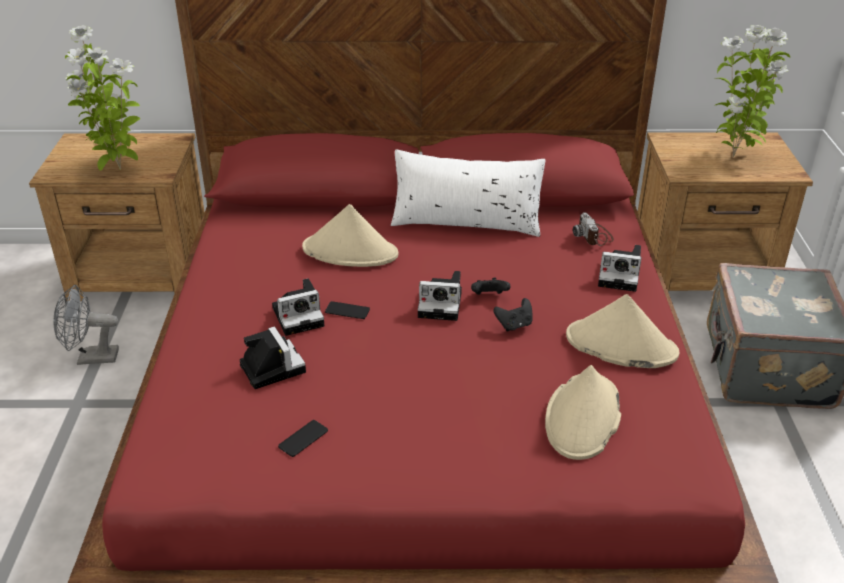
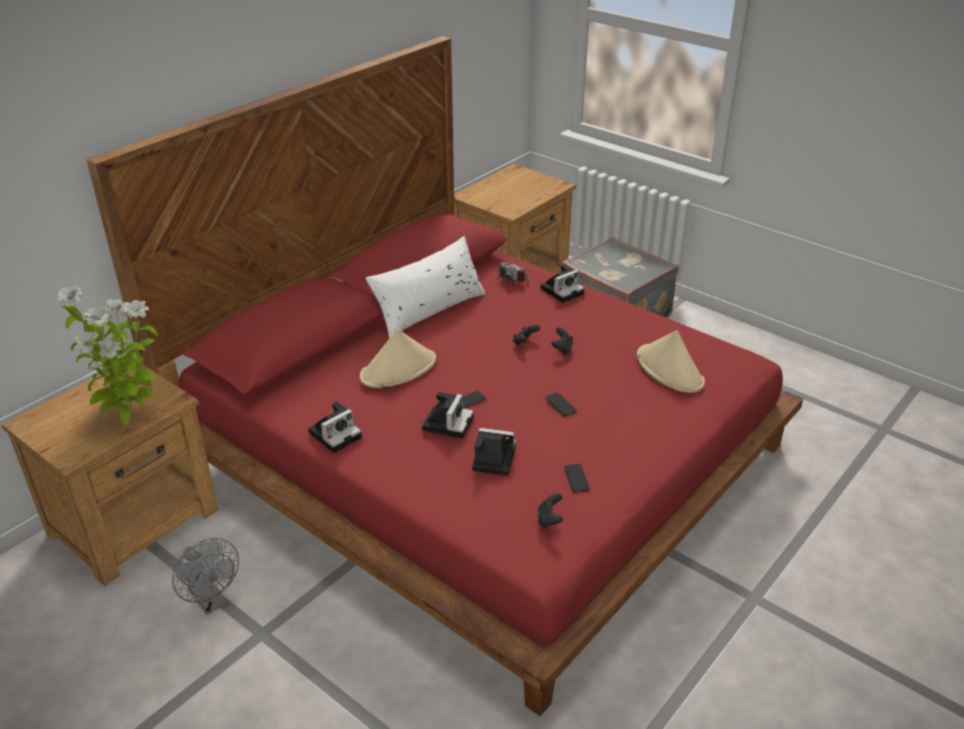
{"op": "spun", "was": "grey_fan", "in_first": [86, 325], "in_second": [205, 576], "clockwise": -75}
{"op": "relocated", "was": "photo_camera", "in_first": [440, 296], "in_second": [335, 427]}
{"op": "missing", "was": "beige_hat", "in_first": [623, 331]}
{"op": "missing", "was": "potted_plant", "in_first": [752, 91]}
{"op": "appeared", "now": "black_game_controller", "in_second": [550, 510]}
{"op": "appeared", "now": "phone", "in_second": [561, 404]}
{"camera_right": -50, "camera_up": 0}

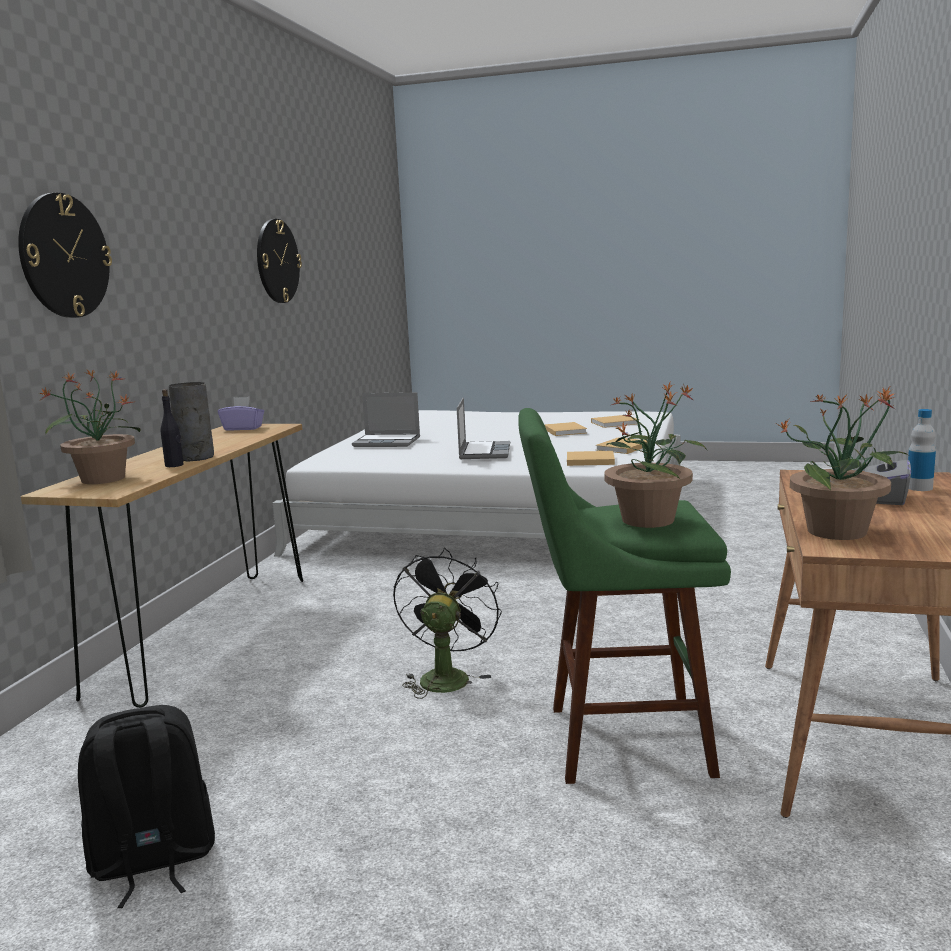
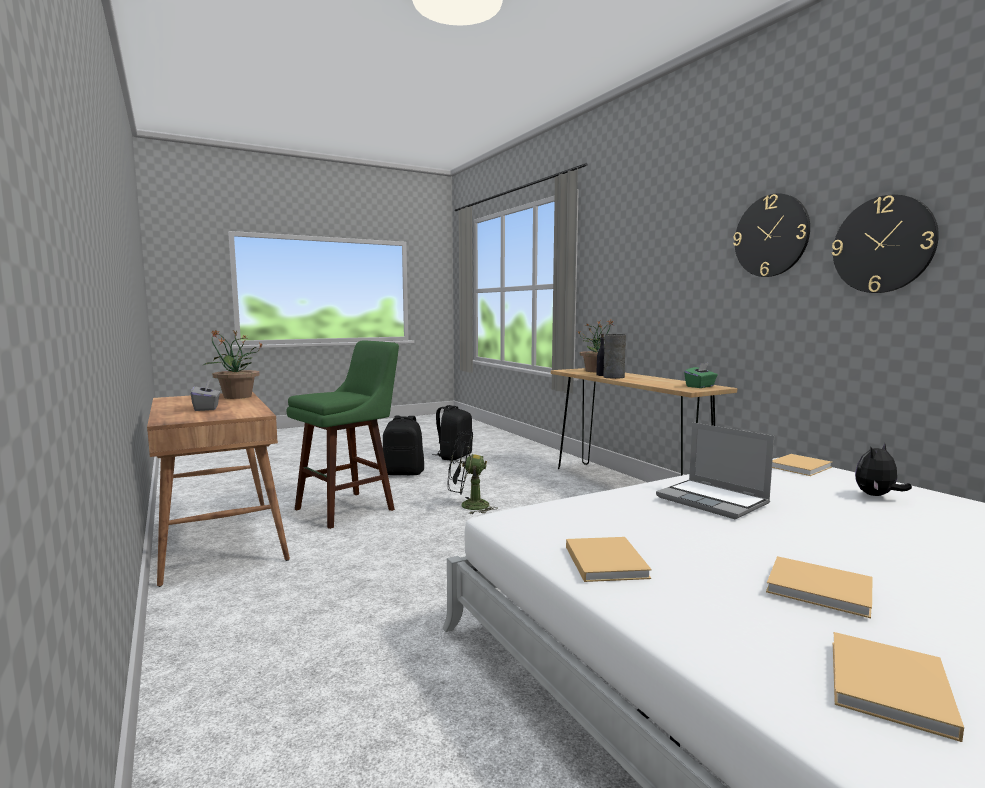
{"op": "relocated", "was": "wall_clock", "in_first": [65, 255], "in_second": [771, 235]}
{"op": "colour", "was": "purple_tissue_box", "now": "green_tissue_box", "in_first": [241, 414], "in_second": [701, 375]}
{"op": "exchanged", "was": "laptop", "now": "plush_toy", "in_first": [386, 419], "in_second": [883, 469]}
{"op": "spun", "was": "black_fan", "in_first": [447, 623], "in_second": [472, 472], "clockwise": 120}
{"op": "relocated", "was": "beige_book", "in_first": [591, 458], "in_second": [802, 465]}
{"op": "missing", "was": "potted_plant", "in_first": [655, 455]}
{"op": "missing", "was": "bottle", "in_first": [922, 450]}
{"op": "appeared", "now": "black_backpack", "in_second": [403, 445]}
{"camera_right": 135, "camera_up": -5}

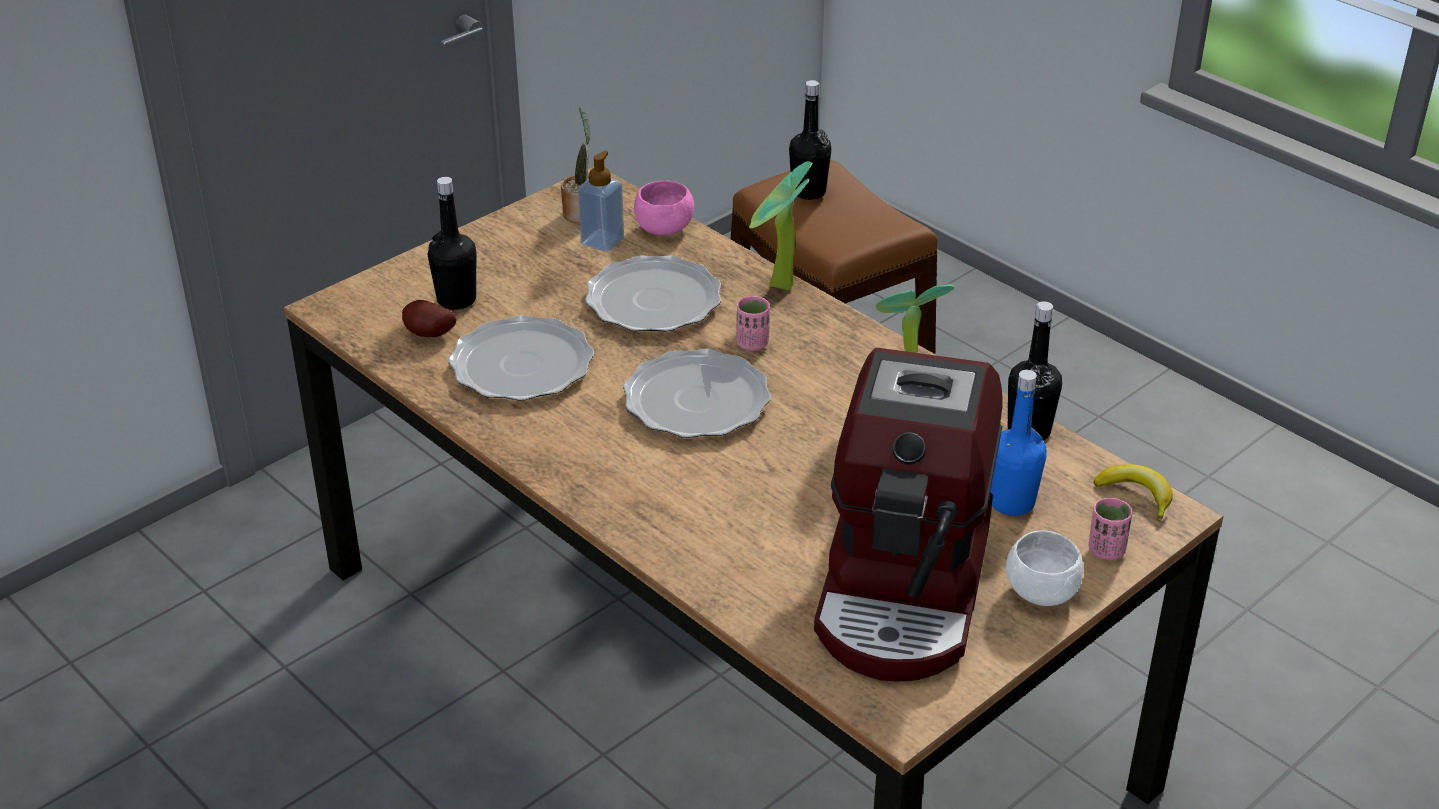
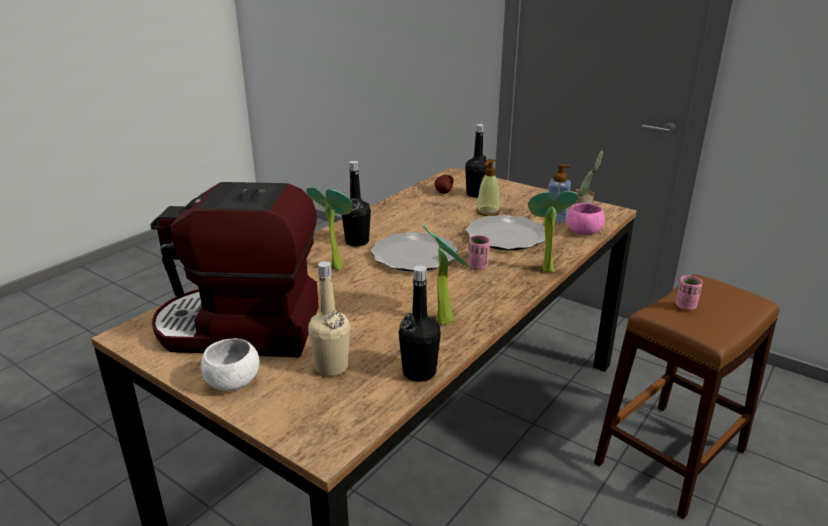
{"op": "missing", "was": "plate", "in_first": [521, 358]}
{"op": "relocated", "was": "black_bottle", "in_first": [810, 140], "in_second": [356, 203]}
{"op": "colour", "was": "blue_bottle", "now": "beige_bottle", "in_first": [1018, 443], "in_second": [329, 318]}
{"op": "relocated", "was": "pink_cup", "in_first": [1111, 529], "in_second": [689, 292]}
{"op": "missing", "was": "banana", "in_first": [1133, 493]}
{"op": "appeared", "now": "potted_plant", "in_second": [329, 228]}
{"op": "appeared", "now": "soap_dispenser", "in_second": [488, 187]}
{"camera_right": 80, "camera_up": -10}

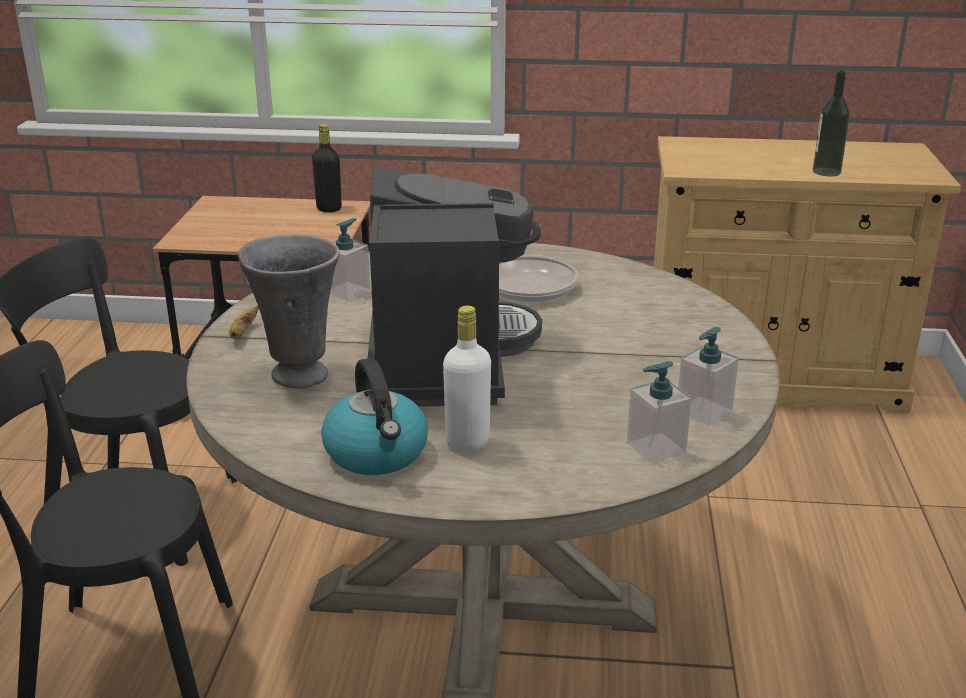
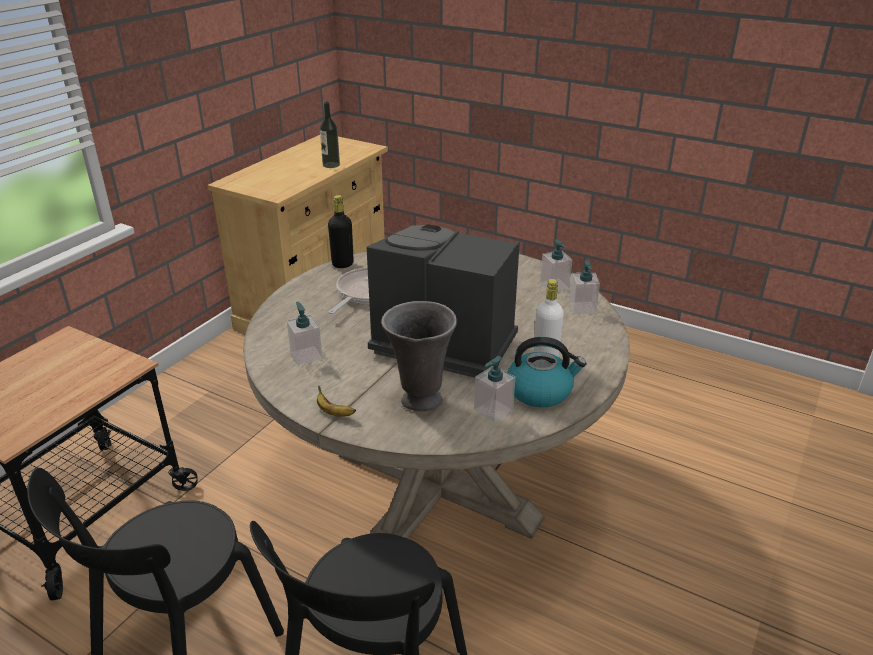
{"op": "relocated", "was": "black_bottle", "in_first": [327, 168], "in_second": [341, 231]}
{"op": "appeared", "now": "soap_dispenser", "in_second": [494, 389]}
{"camera_right": -65, "camera_up": 5}

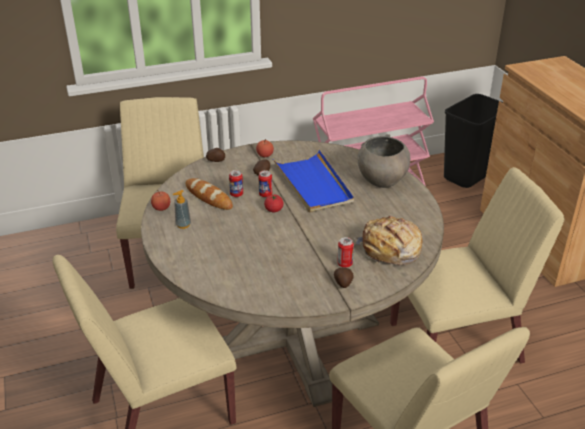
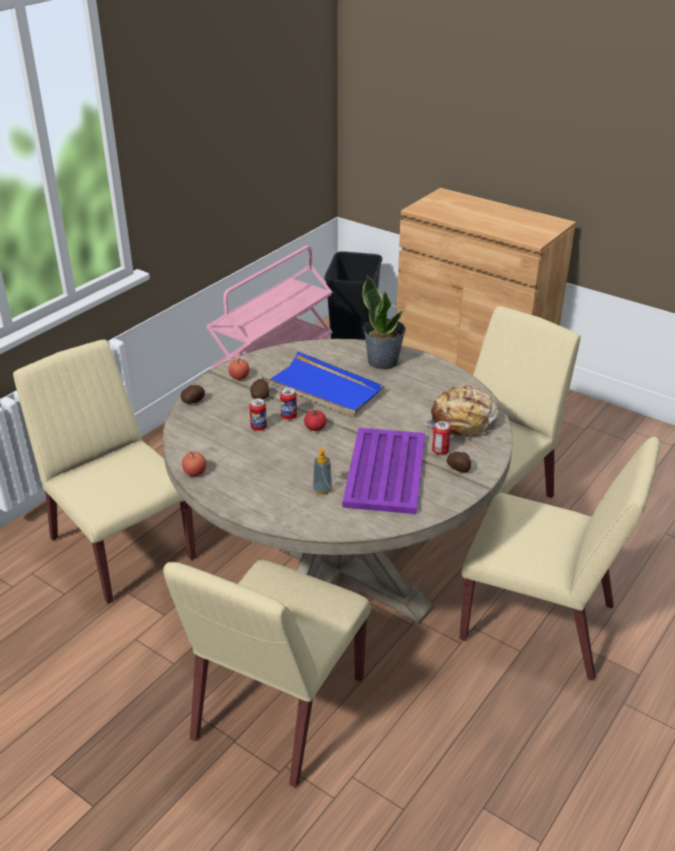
{"op": "relocated", "was": "soap_dispenser", "in_first": [181, 209], "in_second": [322, 471]}
{"op": "missing", "was": "bread", "in_first": [209, 194]}
{"op": "exchanged", "was": "grey_bowl", "now": "potted_plant", "in_first": [383, 161], "in_second": [384, 323]}
{"op": "appeared", "now": "purple_tray", "in_second": [384, 471]}
{"camera_right": -35, "camera_up": 0}

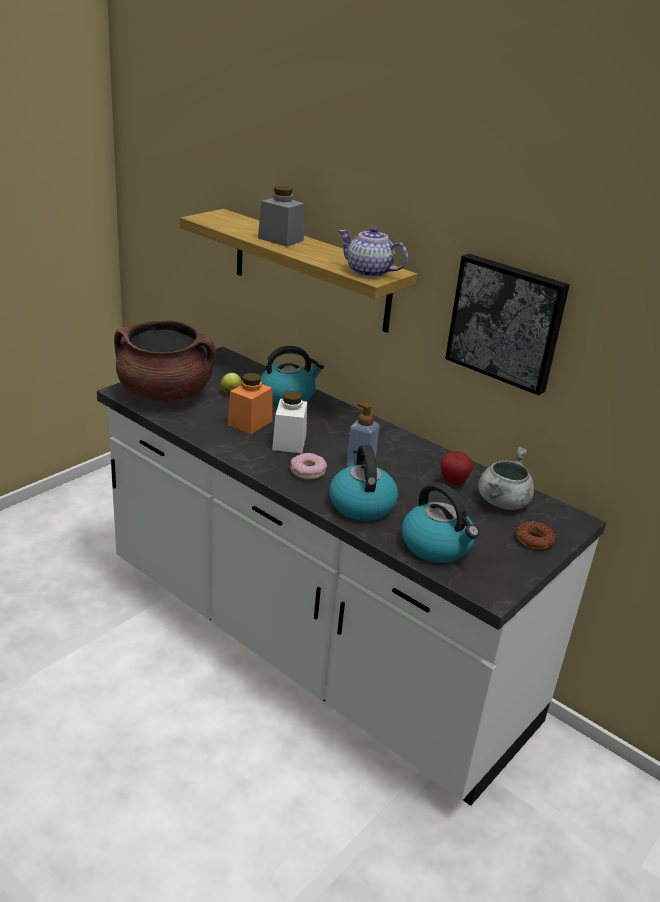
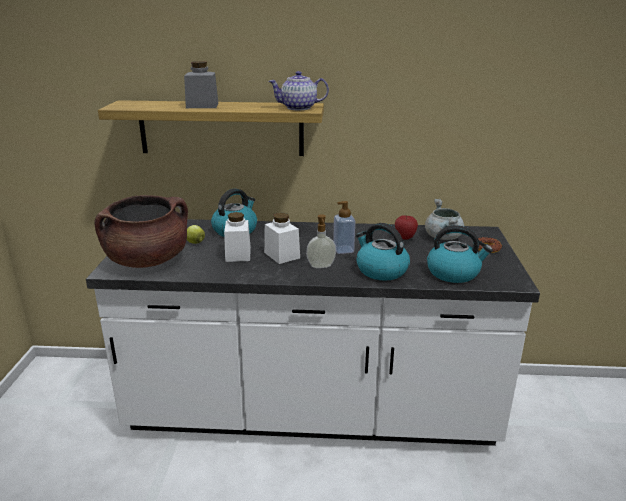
{"op": "colour", "was": "orange_jar", "now": "white_jar", "in_first": [250, 403], "in_second": [237, 237]}
{"op": "exchanged", "was": "donut", "now": "soap_dispenser", "in_first": [308, 466], "in_second": [321, 241]}
{"op": "missing", "was": "picture", "in_first": [507, 325]}
{"camera_right": -35, "camera_up": -5}

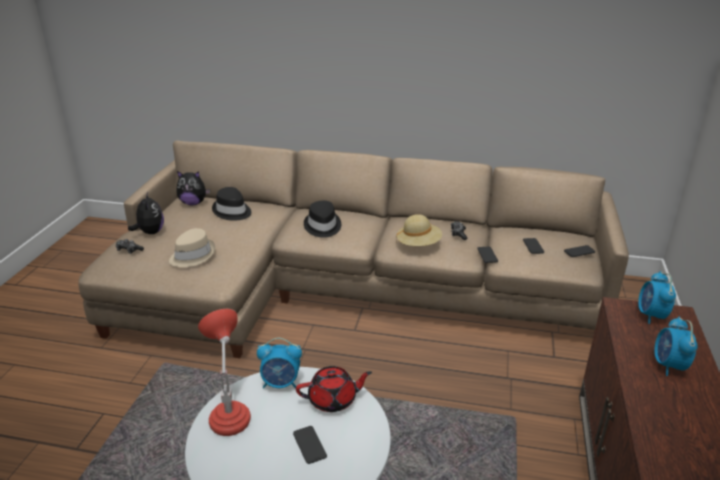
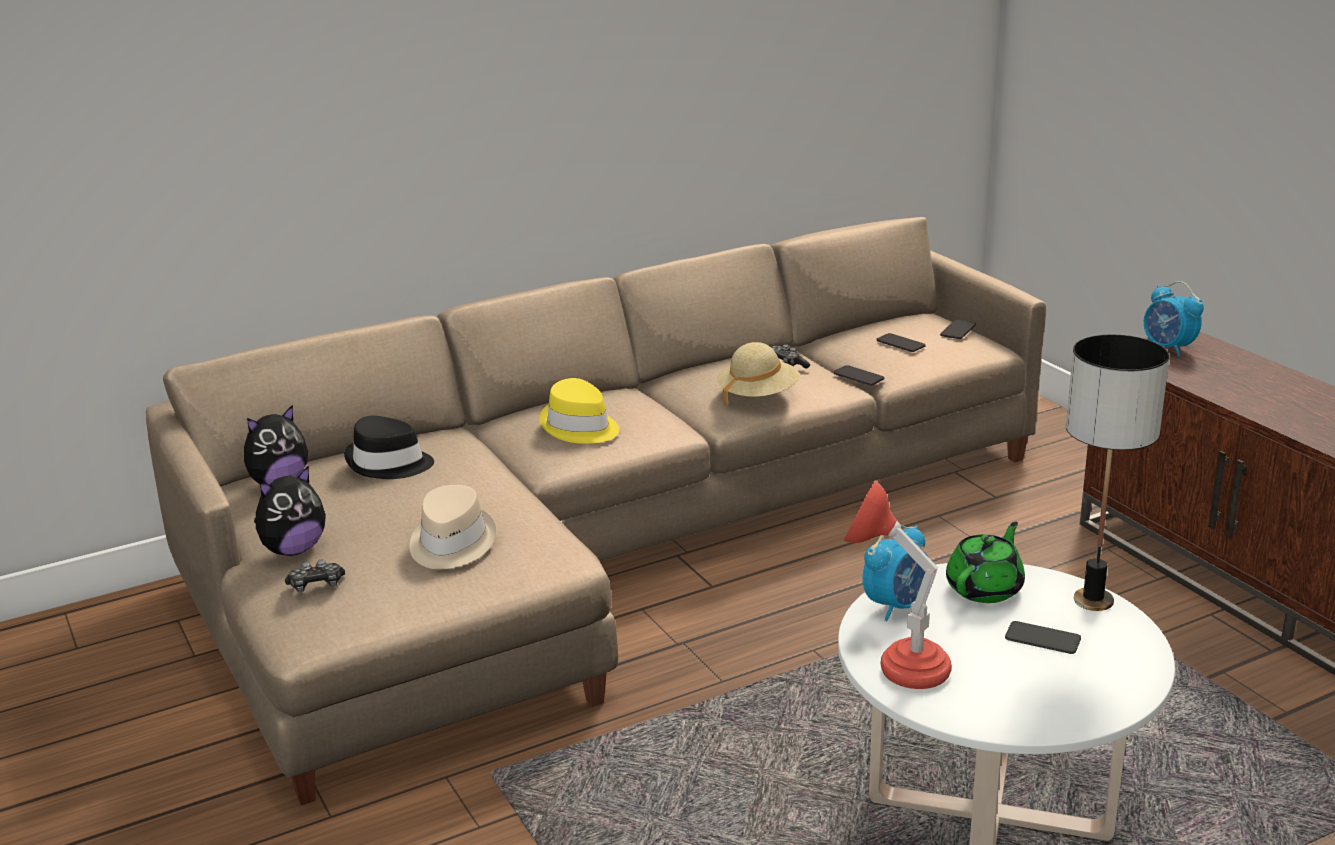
{"op": "spun", "was": "plush_toy", "in_first": [146, 213], "in_second": [290, 510], "clockwise": 105}
{"op": "colour", "was": "red_teapot", "now": "green_teapot", "in_first": [334, 389], "in_second": [985, 562]}
{"op": "colour", "was": "black_hat", "now": "yellow_hat", "in_first": [322, 219], "in_second": [579, 411]}
{"op": "missing", "was": "alarm_clock", "in_first": [676, 346]}
{"op": "appeared", "now": "table_lamp", "in_second": [1117, 472]}
{"camera_right": -40, "camera_up": -5}

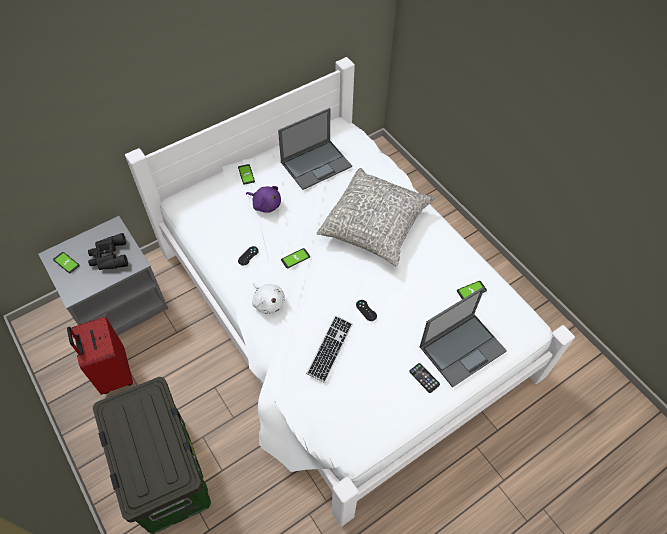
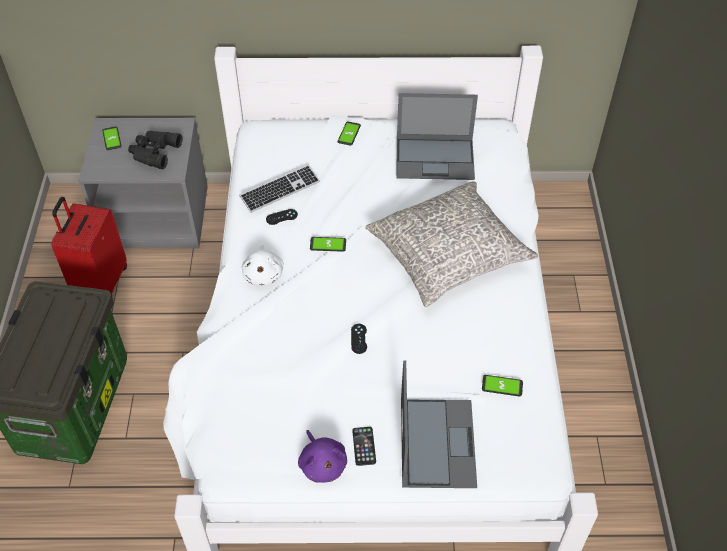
{"op": "relocated", "was": "purple_plush_toy", "in_first": [263, 199], "in_second": [322, 456]}
{"op": "relocated", "was": "keyboard", "in_first": [329, 349], "in_second": [280, 189]}
{"op": "spun", "was": "laptop", "in_first": [463, 337], "in_second": [439, 424], "clockwise": -90}
{"camera_right": 35, "camera_up": -5}

